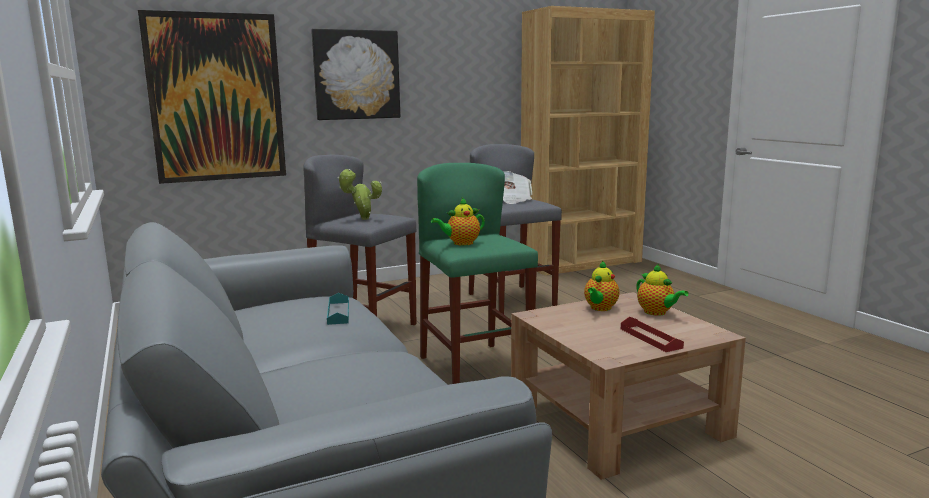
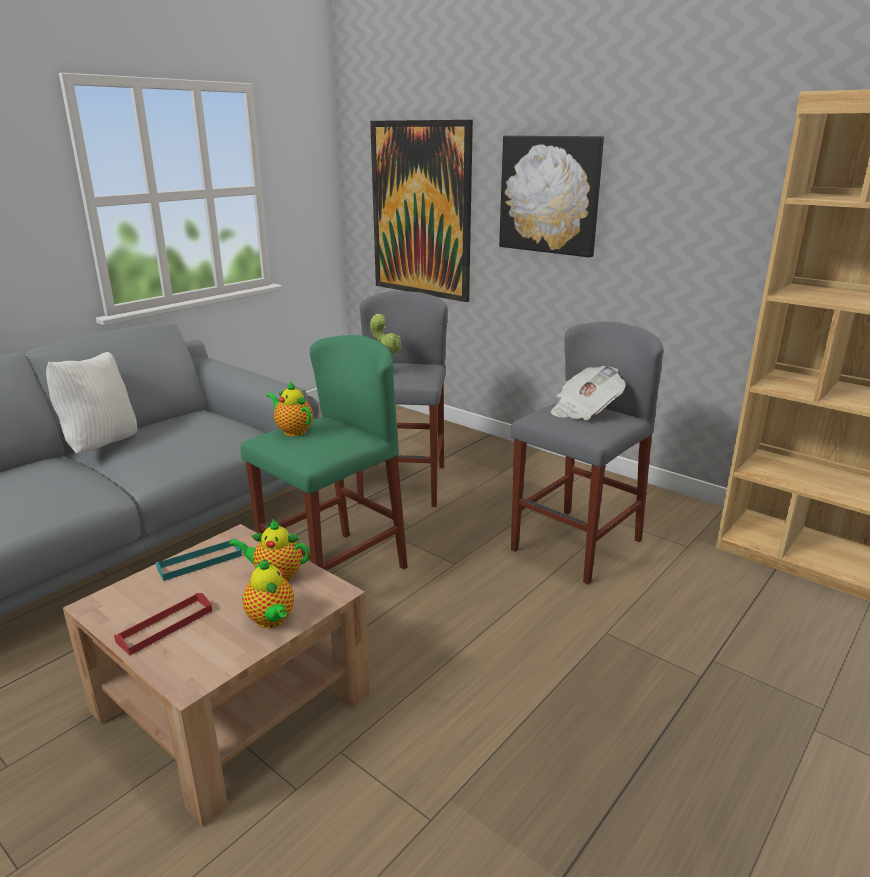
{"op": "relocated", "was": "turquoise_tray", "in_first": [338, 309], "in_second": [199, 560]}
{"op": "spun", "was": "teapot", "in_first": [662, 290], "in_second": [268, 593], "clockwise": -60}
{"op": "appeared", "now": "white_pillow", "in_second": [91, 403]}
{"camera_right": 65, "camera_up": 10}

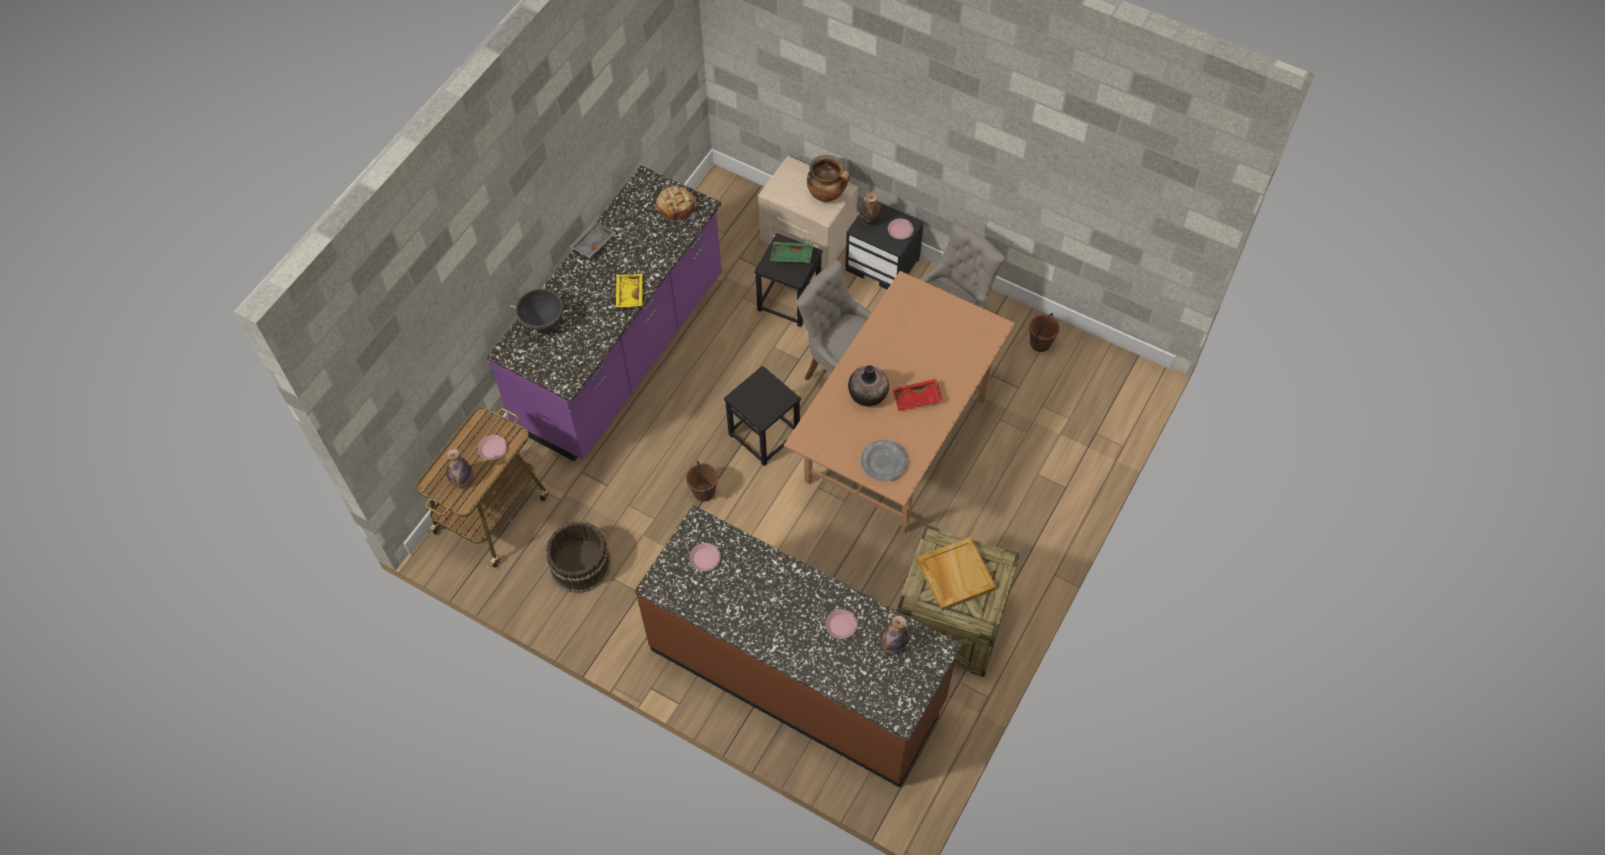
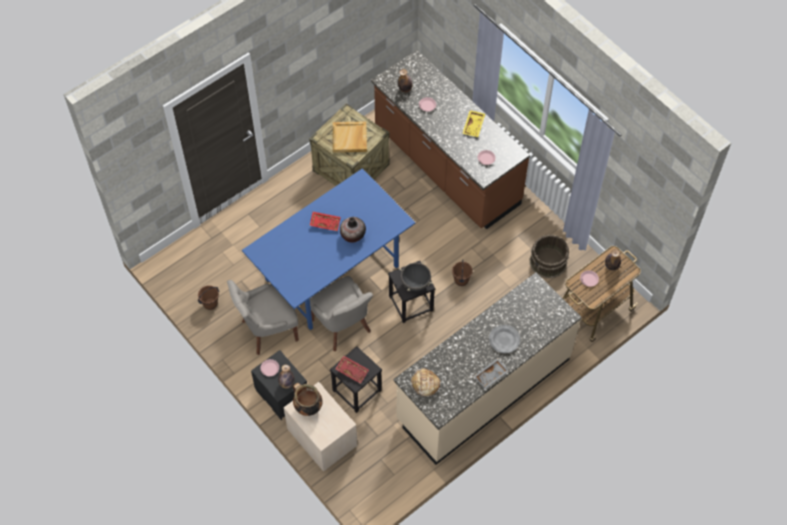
{"op": "colour", "was": "purple_counter", "now": "beige_counter", "in_first": [604, 313], "in_second": [487, 368]}
{"op": "relocated", "was": "black_cooking_pot", "in_first": [539, 309], "in_second": [416, 276]}
{"op": "relocated", "was": "yellow_tray", "in_first": [629, 290], "in_second": [473, 123]}
{"op": "colour", "was": "green_tray", "now": "red_tray", "in_first": [792, 252], "in_second": [352, 370]}
{"op": "colour", "was": "brown_dining_table", "now": "blue_dining_table", "in_first": [899, 402], "in_second": [329, 249]}
{"op": "relocated", "was": "grey_plate", "in_first": [884, 461], "in_second": [504, 339]}
{"camera_right": -160, "camera_up": 0}

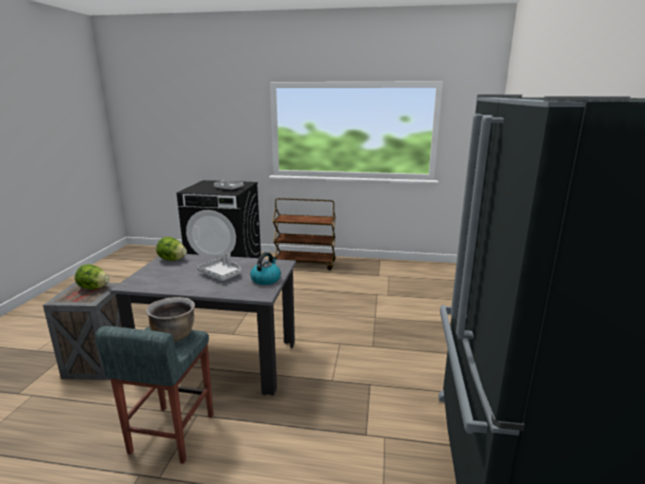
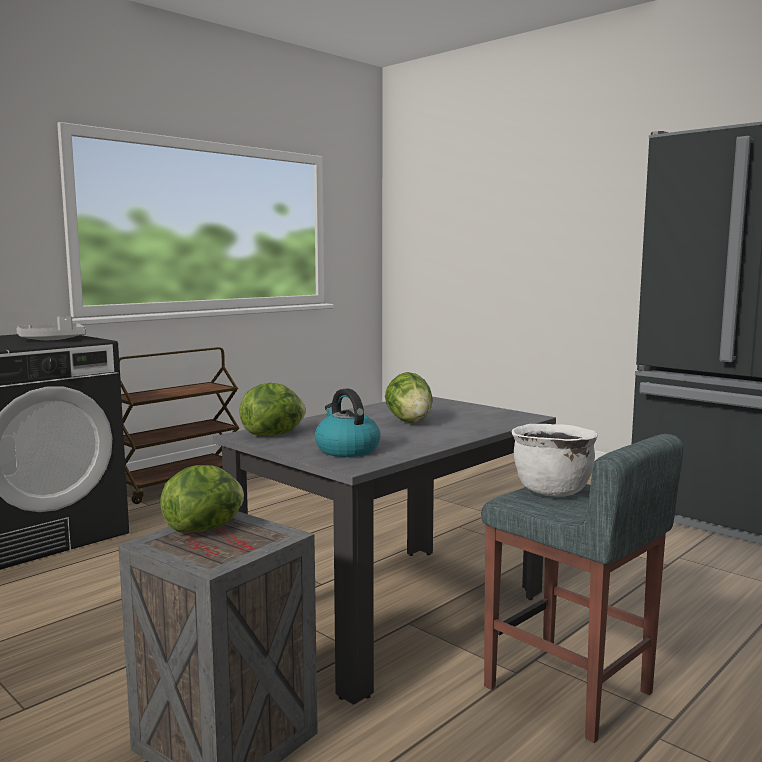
{"op": "colour", "was": "brown_cooking_pot", "now": "white_cooking_pot", "in_first": [170, 319], "in_second": [554, 460]}
{"op": "exchanged", "was": "grey_tray", "now": "lettuce", "in_first": [219, 267], "in_second": [409, 397]}
{"op": "relocated", "was": "kettle", "in_first": [265, 268], "in_second": [348, 422]}
{"camera_right": -55, "camera_up": -10}

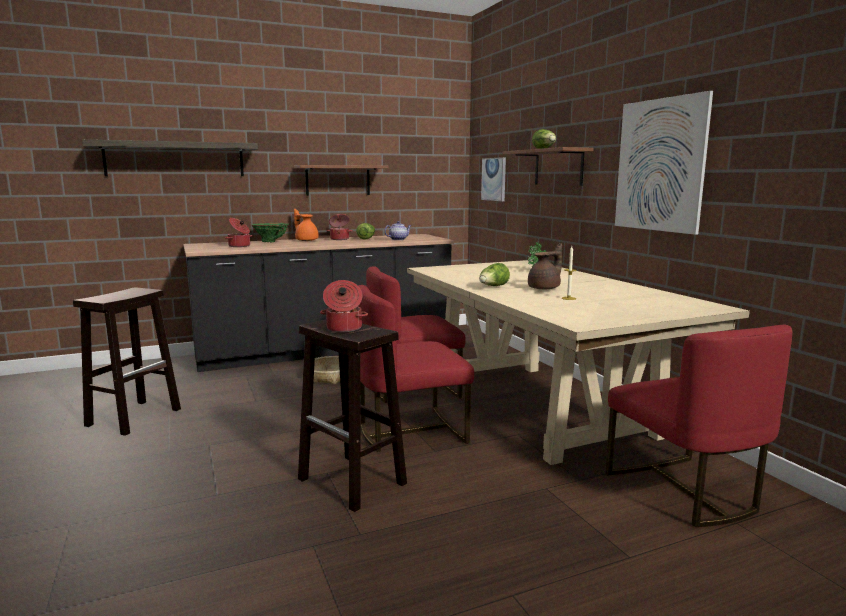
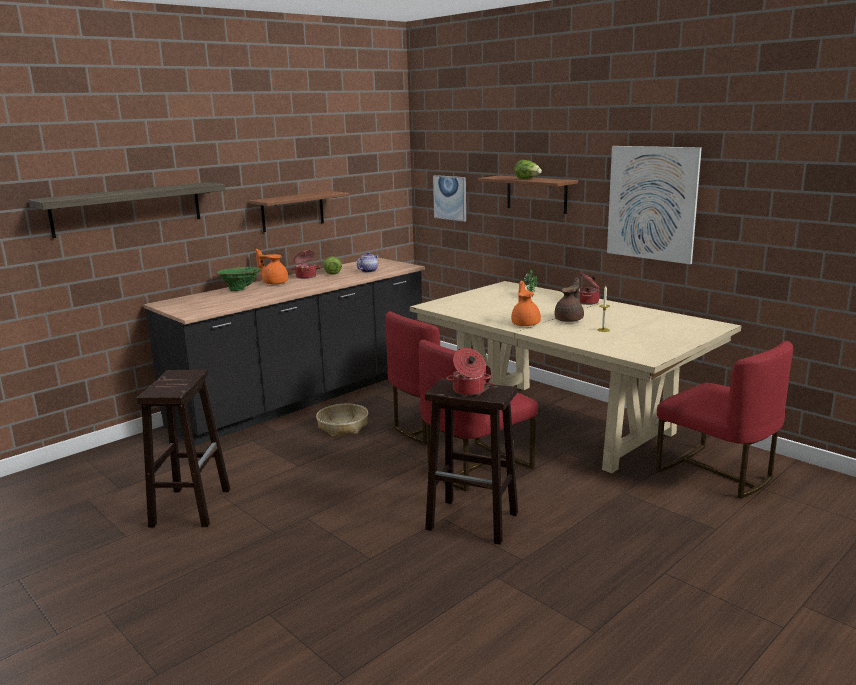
{"op": "relocated", "was": "cooking_pot", "in_first": [238, 232], "in_second": [589, 289]}
{"op": "exchanged", "was": "lettuce", "now": "orange_teapot", "in_first": [494, 274], "in_second": [526, 303]}
{"camera_right": -20, "camera_up": 5}

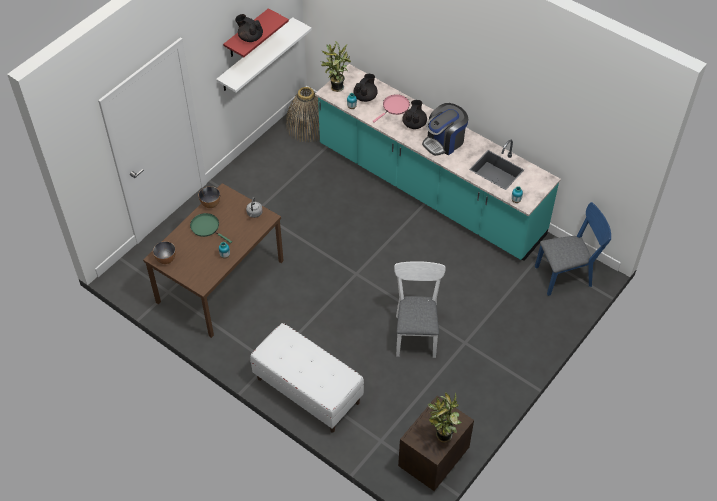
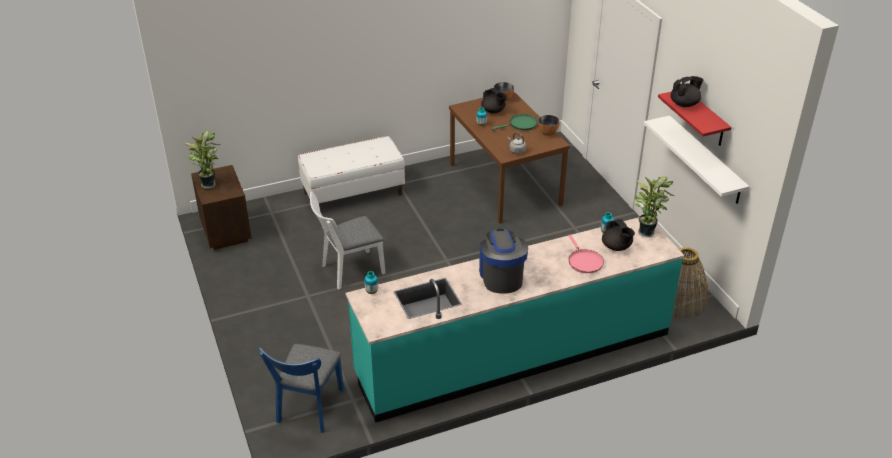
{"op": "spun", "was": "white_chair", "in_first": [420, 309], "in_second": [348, 241], "clockwise": 120}
{"op": "relocated", "was": "black_teapot", "in_first": [414, 114], "in_second": [494, 100]}
{"camera_right": 120, "camera_up": -15}

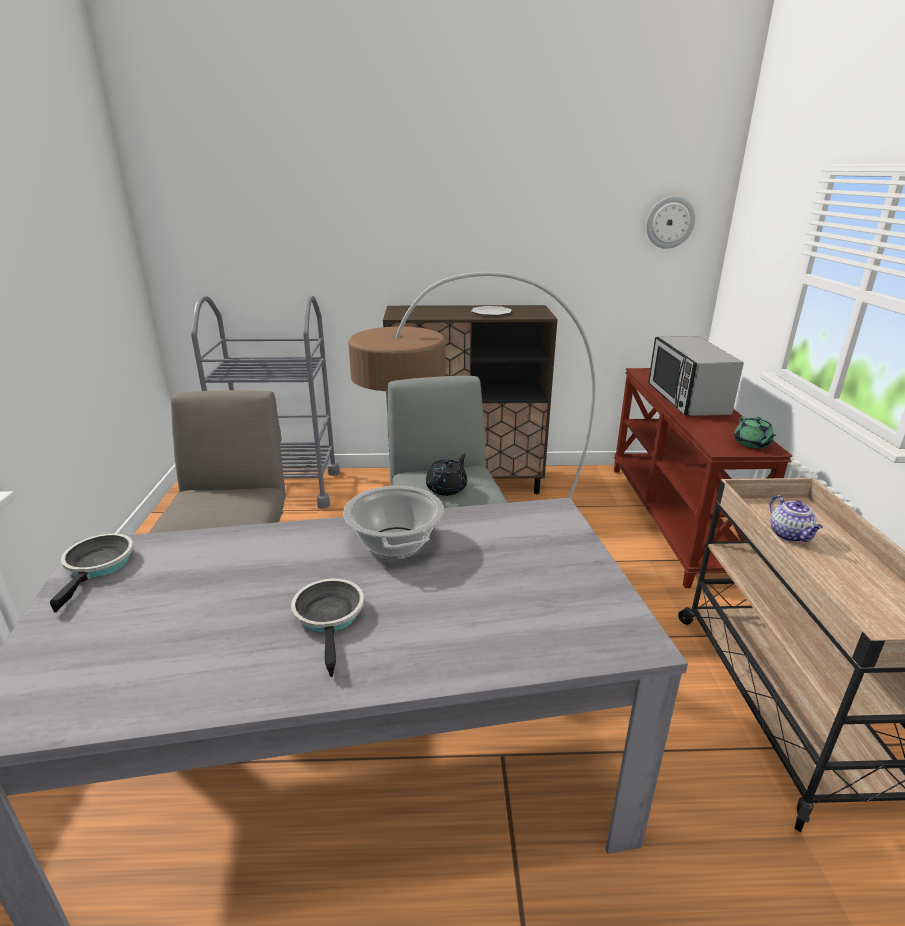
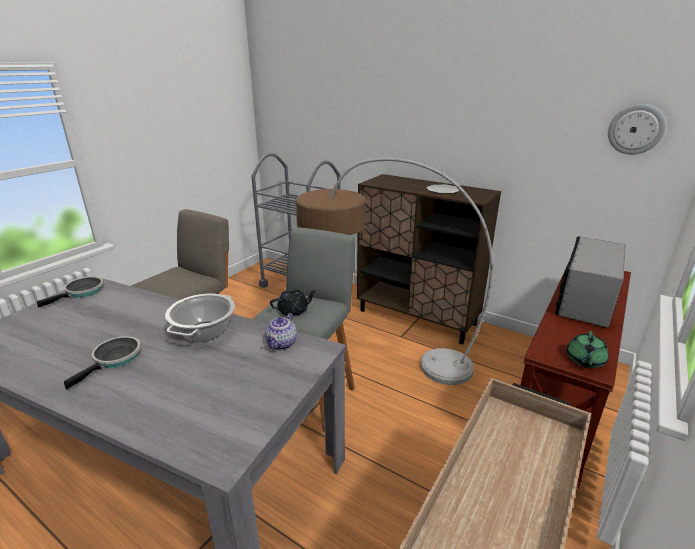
{"op": "relocated", "was": "teapot", "in_first": [796, 518], "in_second": [281, 331]}
{"camera_right": 35, "camera_up": 0}

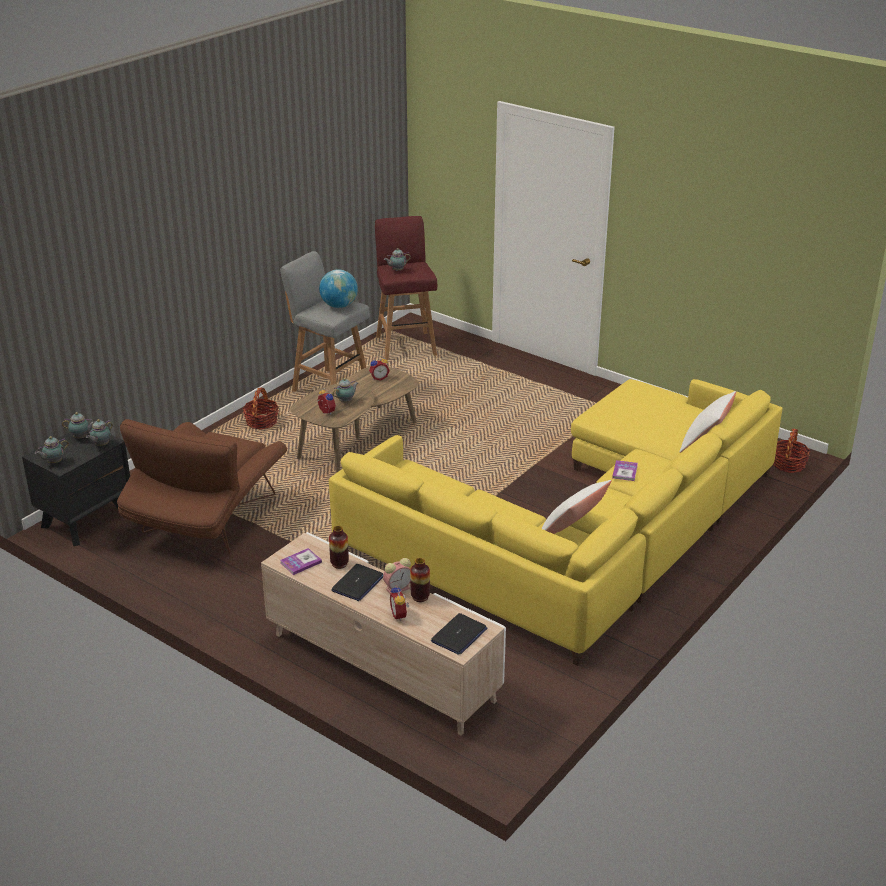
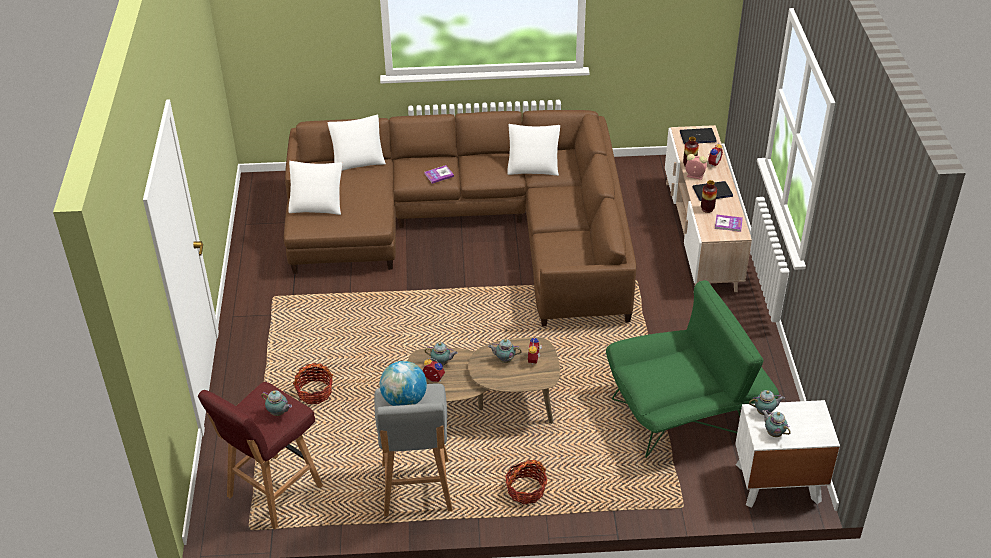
{"op": "colour", "was": "black_nightstand", "now": "white_nightstand", "in_first": [76, 489], "in_second": [787, 454]}
{"op": "relocated", "was": "teapot", "in_first": [52, 449], "in_second": [441, 354]}
{"op": "colour", "was": "brown_armchair", "now": "green_armchair", "in_first": [202, 486], "in_second": [692, 369]}
{"op": "colour", "was": "yellow_sofa", "now": "brown_sofa", "in_first": [556, 522], "in_second": [460, 218]}
{"op": "relocated", "was": "basket", "in_first": [791, 451], "in_second": [313, 383]}
{"op": "appeared", "now": "white_pillow", "in_second": [315, 188]}
{"camera_right": -130, "camera_up": 10}

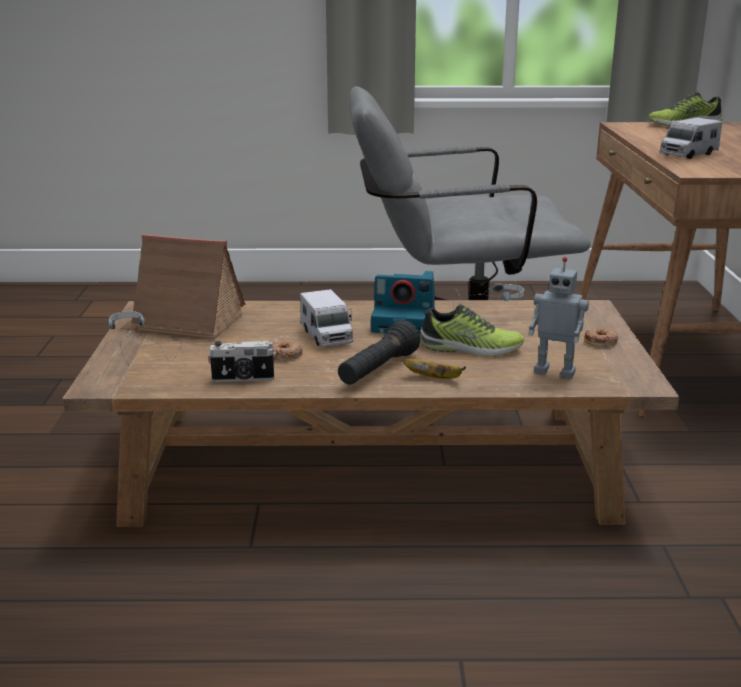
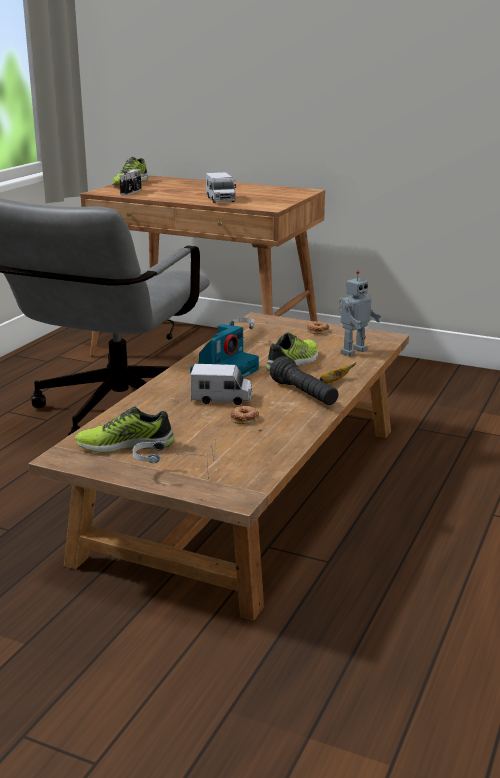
{"op": "exchanged", "was": "toy_house", "now": "shoe", "in_first": [182, 287], "in_second": [124, 430]}
{"op": "relocated", "was": "photo_camera", "in_first": [242, 361], "in_second": [130, 182]}
{"camera_right": -65, "camera_up": 0}

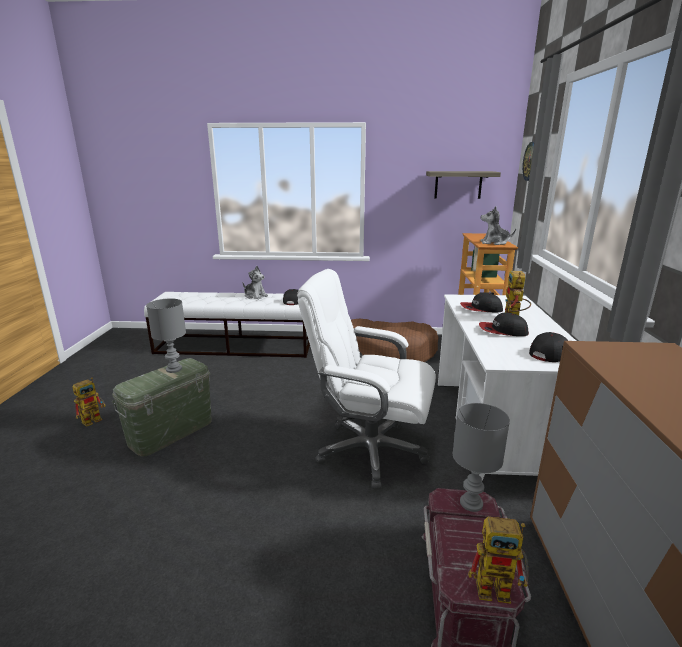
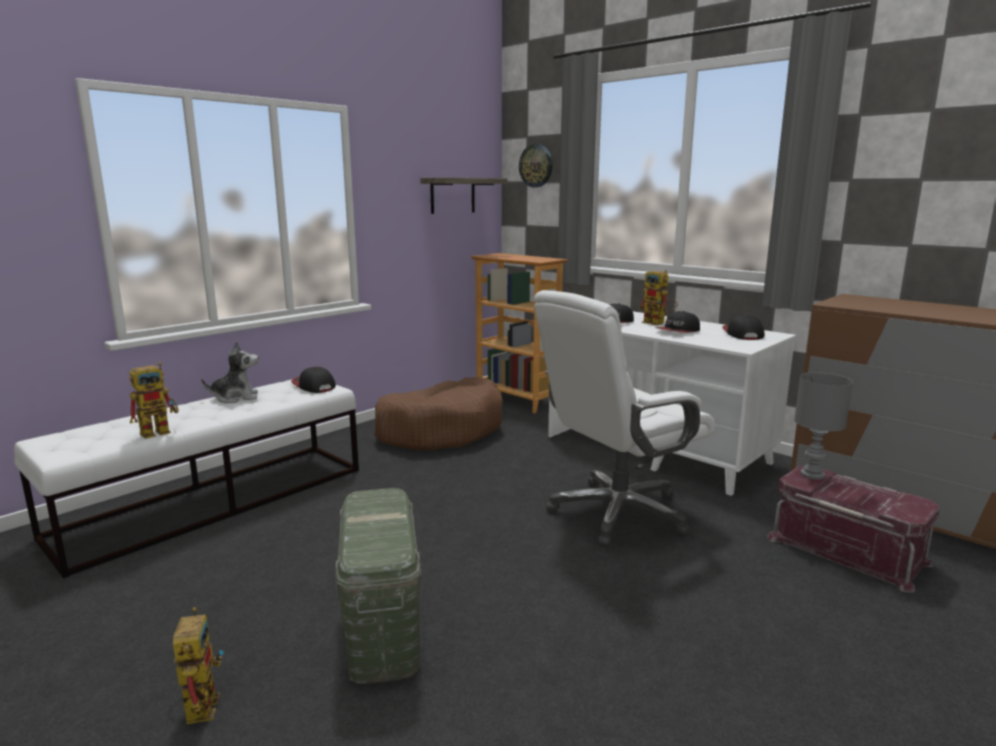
{"op": "missing", "was": "grey_table_lamp", "in_first": [166, 335]}
{"op": "relocated", "was": "toy_robot", "in_first": [498, 560], "in_second": [154, 400]}
{"op": "missing", "was": "plush_toy", "in_first": [498, 225]}
{"camera_right": -50, "camera_up": -5}

